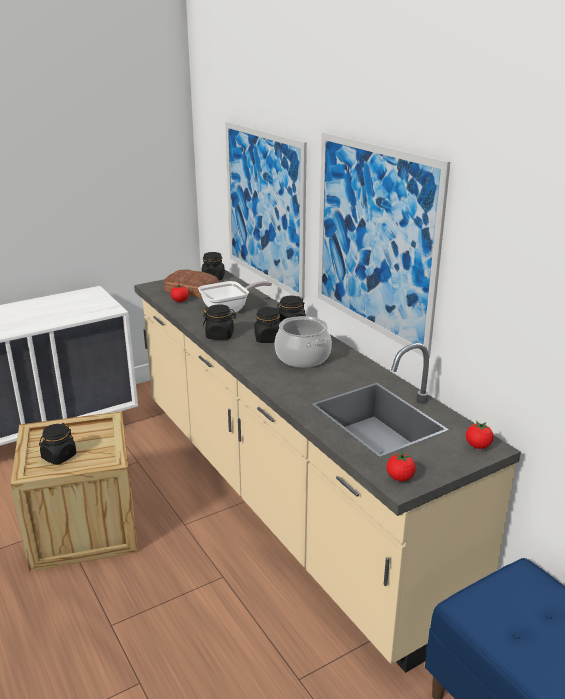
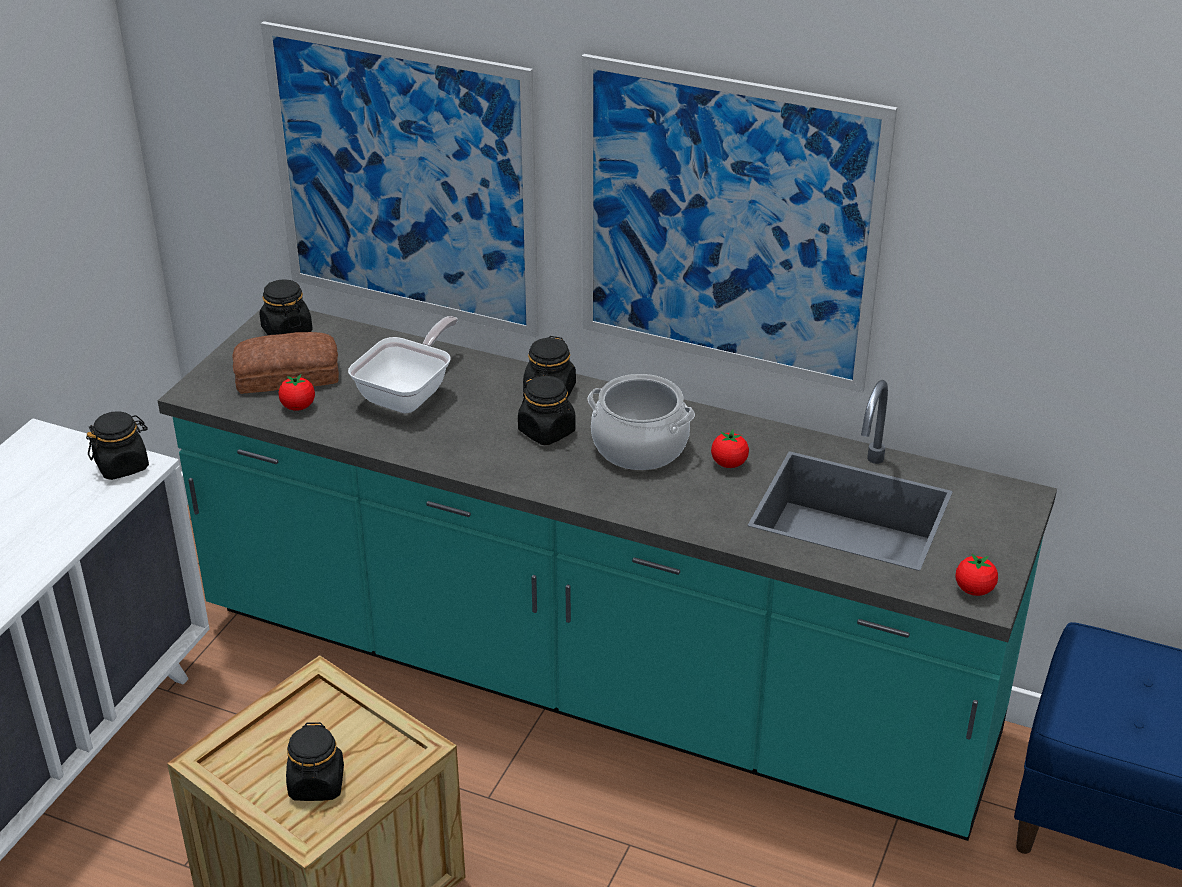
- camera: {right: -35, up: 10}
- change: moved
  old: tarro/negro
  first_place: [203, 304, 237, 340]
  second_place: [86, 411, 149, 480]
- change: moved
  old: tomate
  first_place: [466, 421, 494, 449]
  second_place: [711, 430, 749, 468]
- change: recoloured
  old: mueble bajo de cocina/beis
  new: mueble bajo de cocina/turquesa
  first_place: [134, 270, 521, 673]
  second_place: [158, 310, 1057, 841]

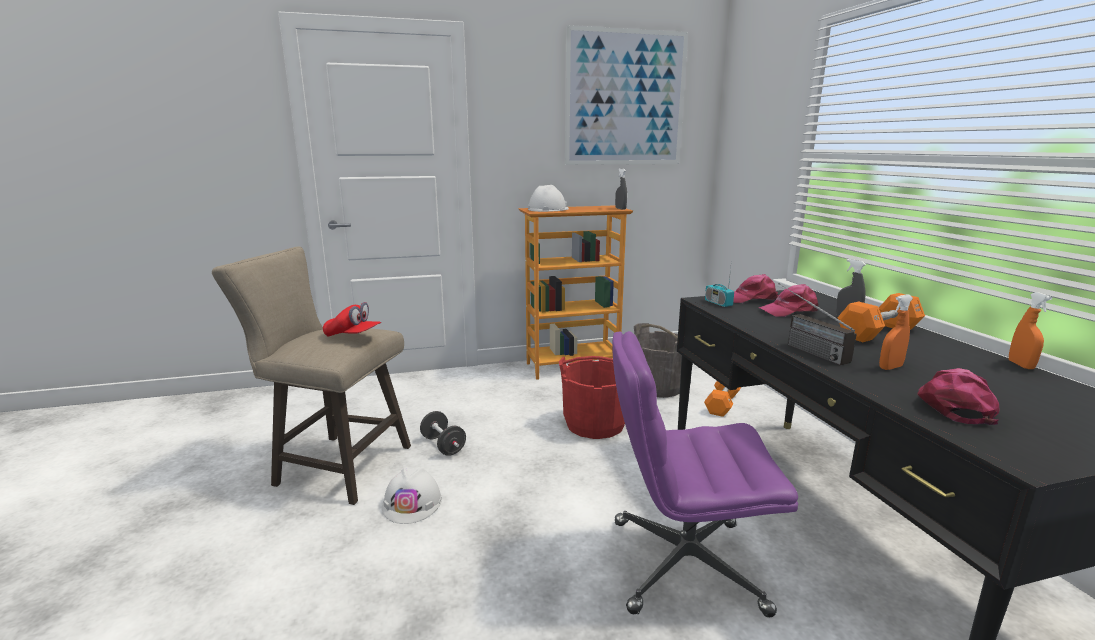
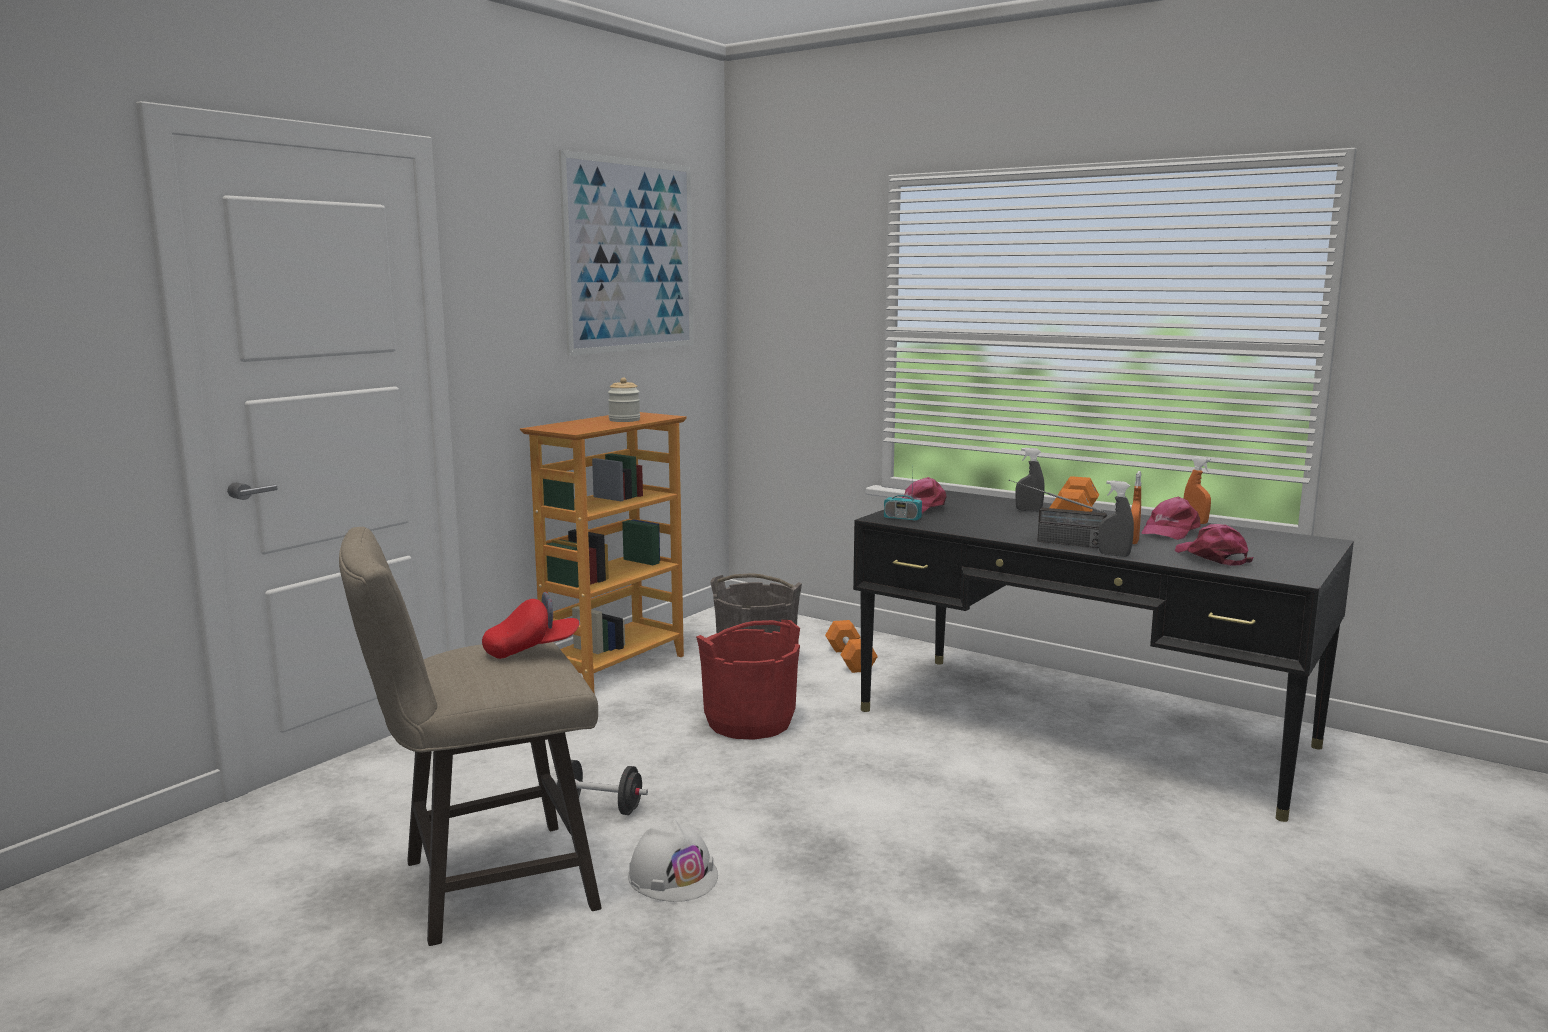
- camera: {right: -40, up: -5}
- change: removed
  old: casco/blanco
  first_place: [528, 185, 569, 212]
- change: removed
  old: silla de oficina/morado
  first_place: [612, 331, 798, 617]
- change: added
  new: tarro
  second_place: [608, 378, 640, 422]
- change: moved
  old: pulverizador/gris
  first_place: [615, 168, 627, 210]
  second_place: [1098, 480, 1134, 557]
- change: moved
  old: gorra/rosa
  first_place: [759, 284, 818, 317]
  second_place: [1141, 497, 1201, 540]

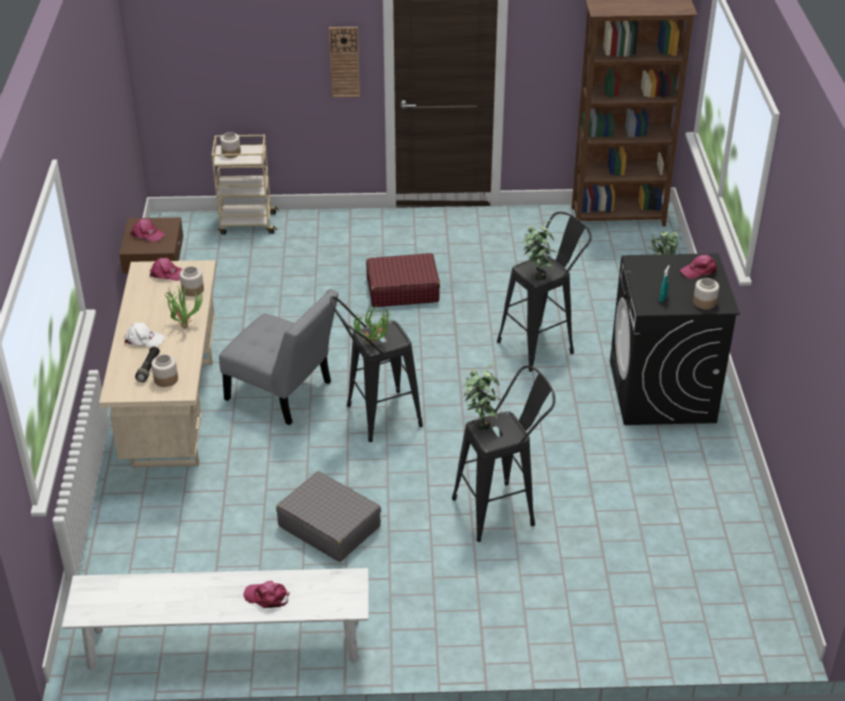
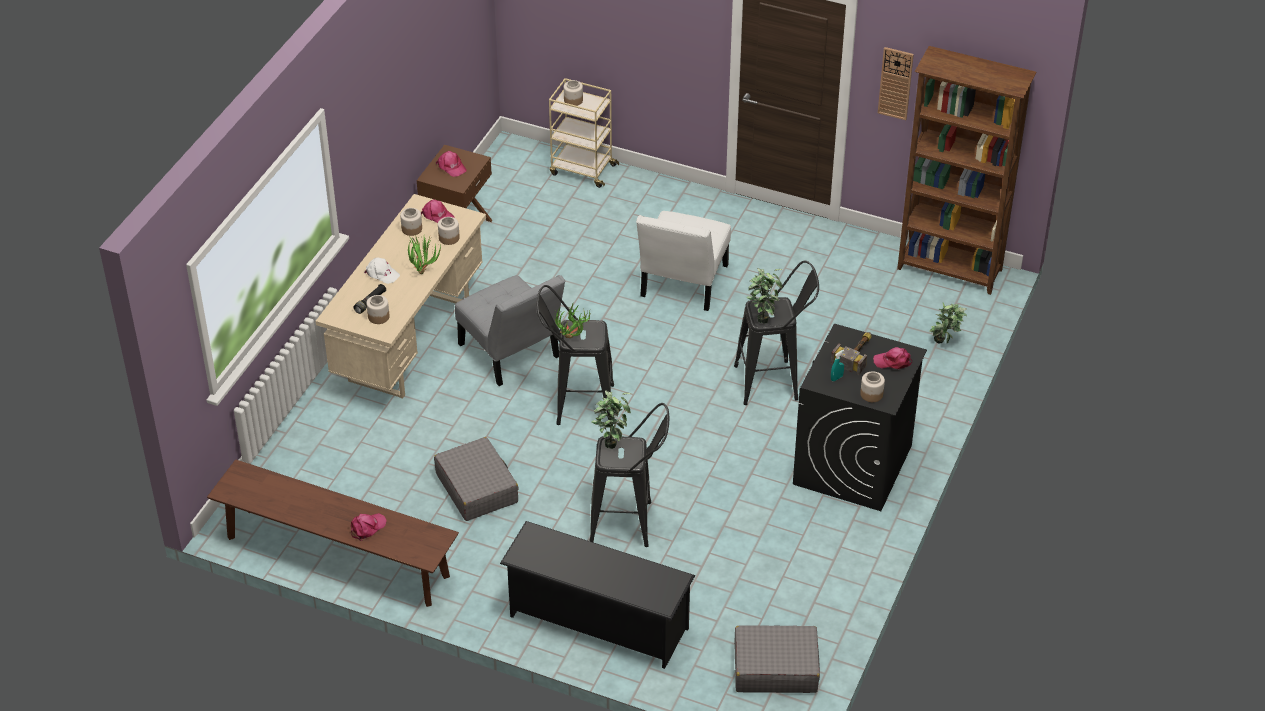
- camera: {right: 25, up: 5}
- change: added
  new: tarro
  second_place: [400, 208, 422, 236]
- change: added
  new: zapatero/negro
  second_place: [500, 521, 695, 669]
- change: added
  new: maleta/gris
  second_place: [734, 625, 820, 693]
- change: added
  new: martillo
  second_place: [831, 332, 872, 375]
- change: moved
  old: reloj de pared
  first_place: [329, 27, 360, 98]
  second_place: [878, 47, 914, 120]
- change: replaced
  old: maleta/rojo
  new: silla/blanco
  first_place: [366, 253, 440, 307]
  second_place: [636, 211, 731, 311]
- change: recoloured
  old: banco/blanco
  new: banco/marrón
  first_place: [62, 568, 369, 671]
  second_place: [207, 459, 459, 607]
- change: turned
  old: gorra/rosa
  first_place: [243, 581, 289, 608]
  second_place: [351, 513, 387, 541]
  degrees: 90

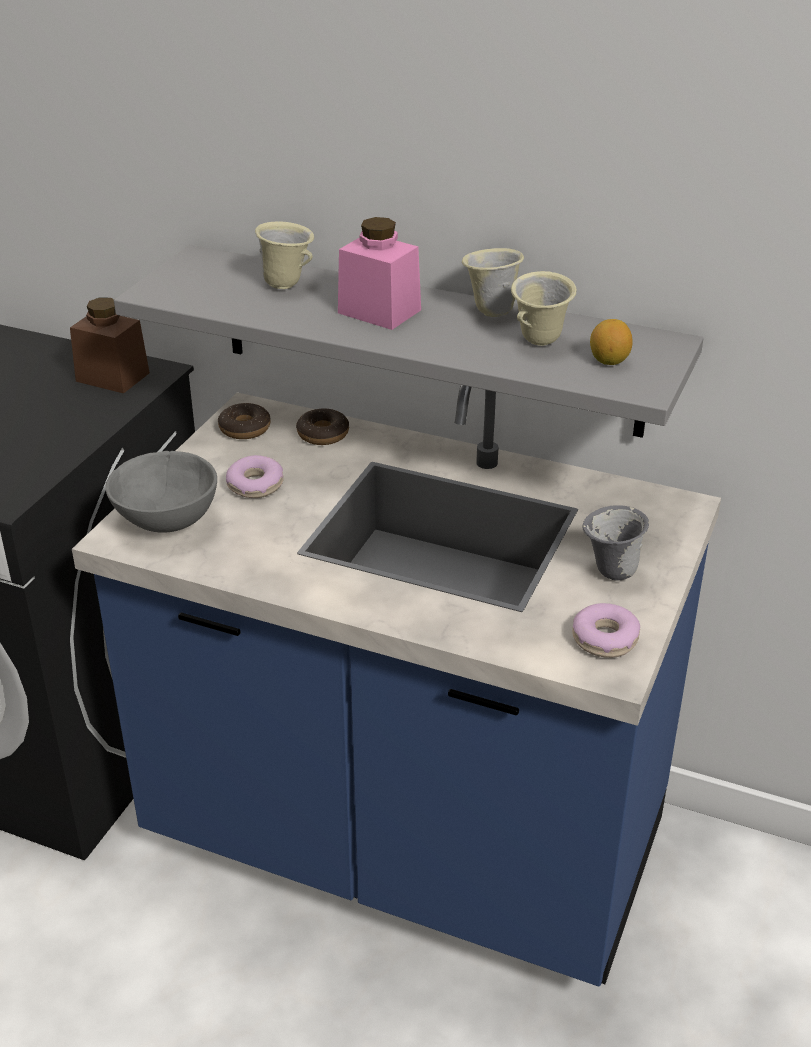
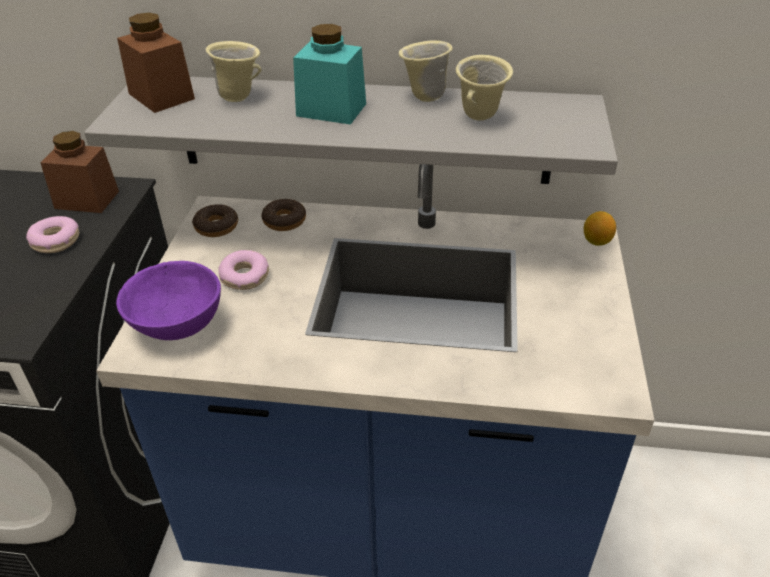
- camera: {right: -15, up: 5}
- change: removed
  old: taza grande/gris
  first_place: [583, 505, 649, 581]
- change: added
  new: tarro/marrón
  second_place: [117, 13, 195, 113]
- change: moved
  old: rosquilla
  first_place: [572, 603, 640, 658]
  second_place: [26, 216, 79, 253]
- change: moved
  old: limón
  first_place: [590, 319, 633, 365]
  second_place: [584, 211, 616, 246]
- change: recoloured
  old: cuenco/gris
  new: cuenco/morado
  first_place: [105, 451, 217, 533]
  second_place: [116, 261, 221, 340]
- change: recoloured
  old: tarro/rosa
  new: tarro/turquesa
  first_place: [338, 217, 421, 330]
  second_place: [293, 24, 366, 125]

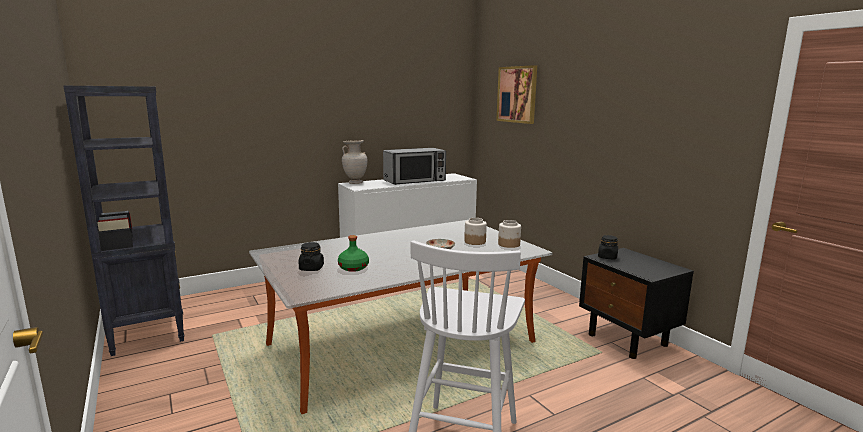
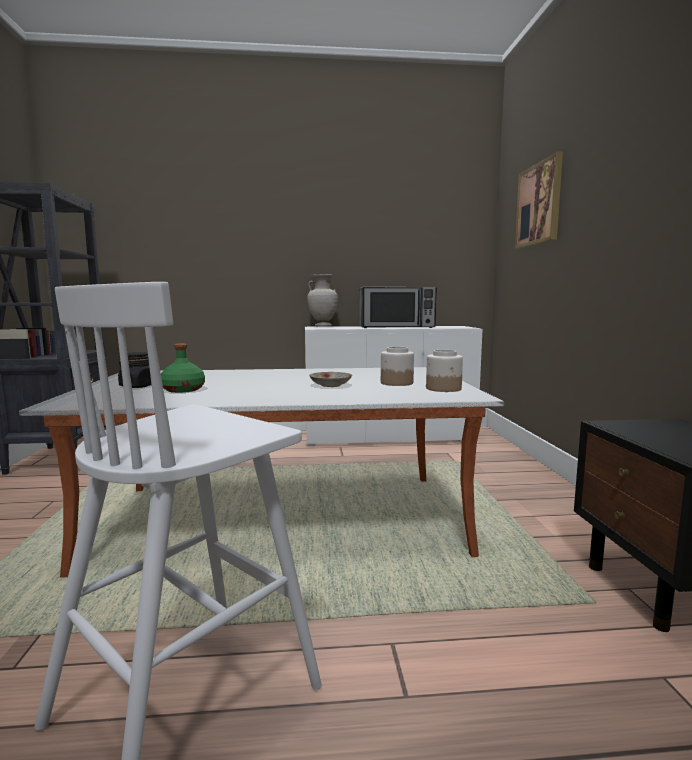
- camera: {right: 25, up: -5}
- change: removed
  old: tarro/negro
  first_place: [598, 235, 618, 259]

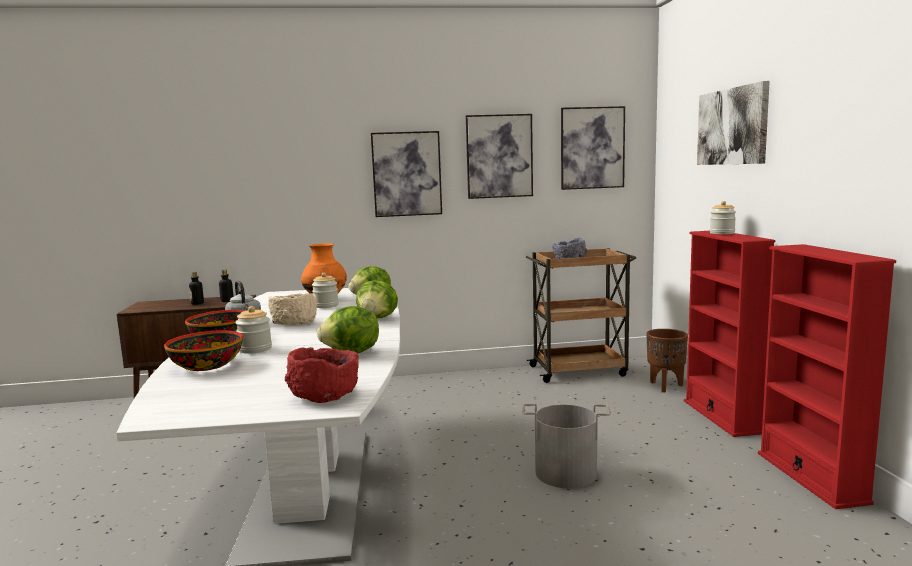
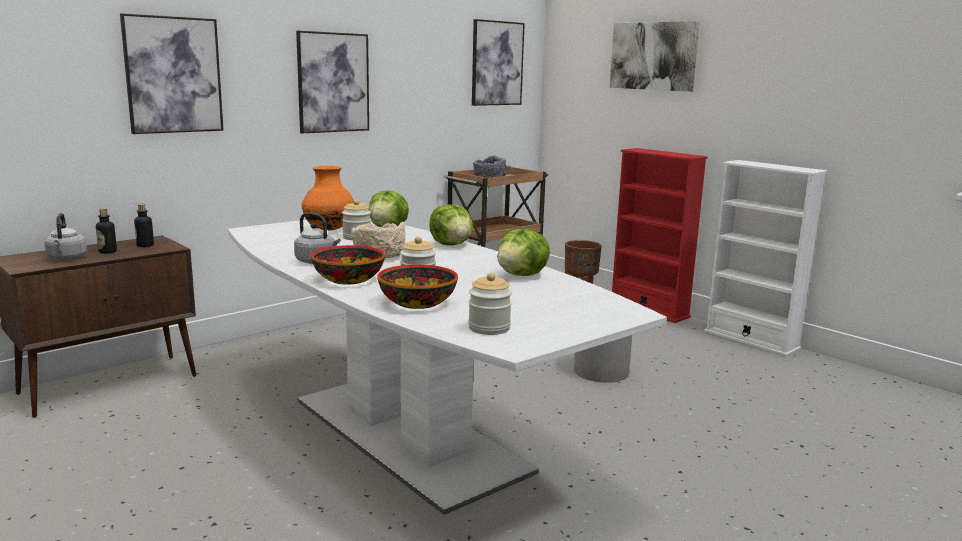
- camera: {right: -35, up: 5}
- change: removed
  old: cuenco/rojo
  first_place: [285, 347, 359, 403]
- change: added
  new: hervidor/gris
  second_place: [44, 213, 87, 260]
- change: moved
  old: cuadro
  first_place: [466, 114, 533, 199]
  second_place: [120, 13, 224, 134]
- change: moved
  old: tarro
  first_place: [710, 201, 736, 234]
  second_place: [468, 273, 512, 335]
- change: recoloured
  old: estantería/rojo
  new: estantería/blanco
  first_place: [758, 244, 896, 509]
  second_place: [704, 160, 827, 357]

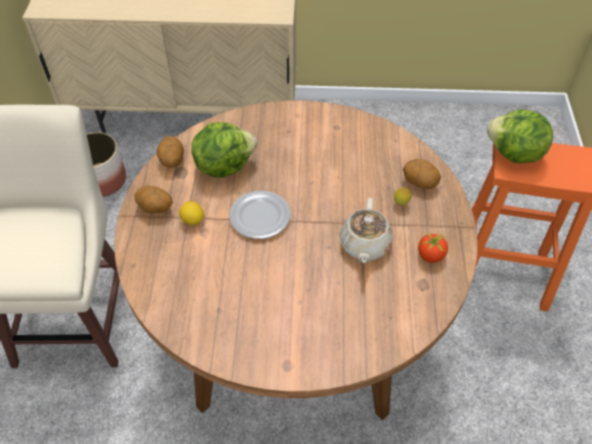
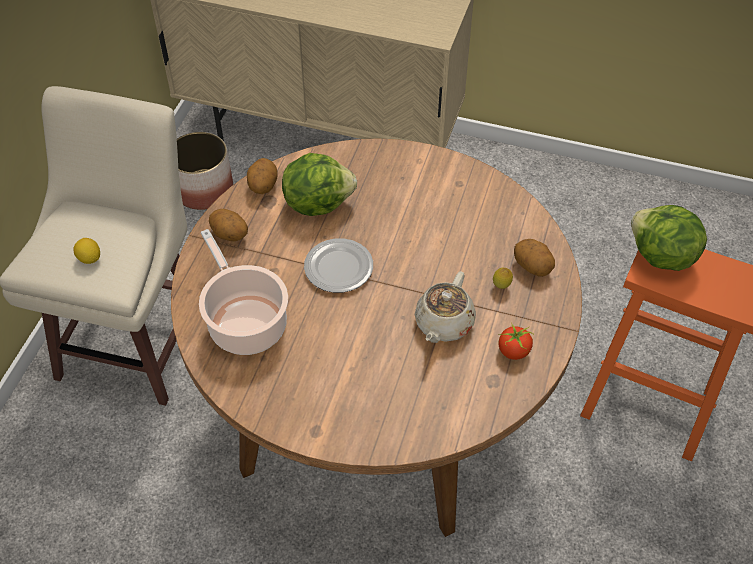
- camera: {right: 15, up: 0}
- change: added
  new: olla
  second_place: [199, 229, 288, 355]
- change: moved
  old: limón
  first_place: [179, 201, 204, 225]
  second_place: [73, 238, 100, 264]

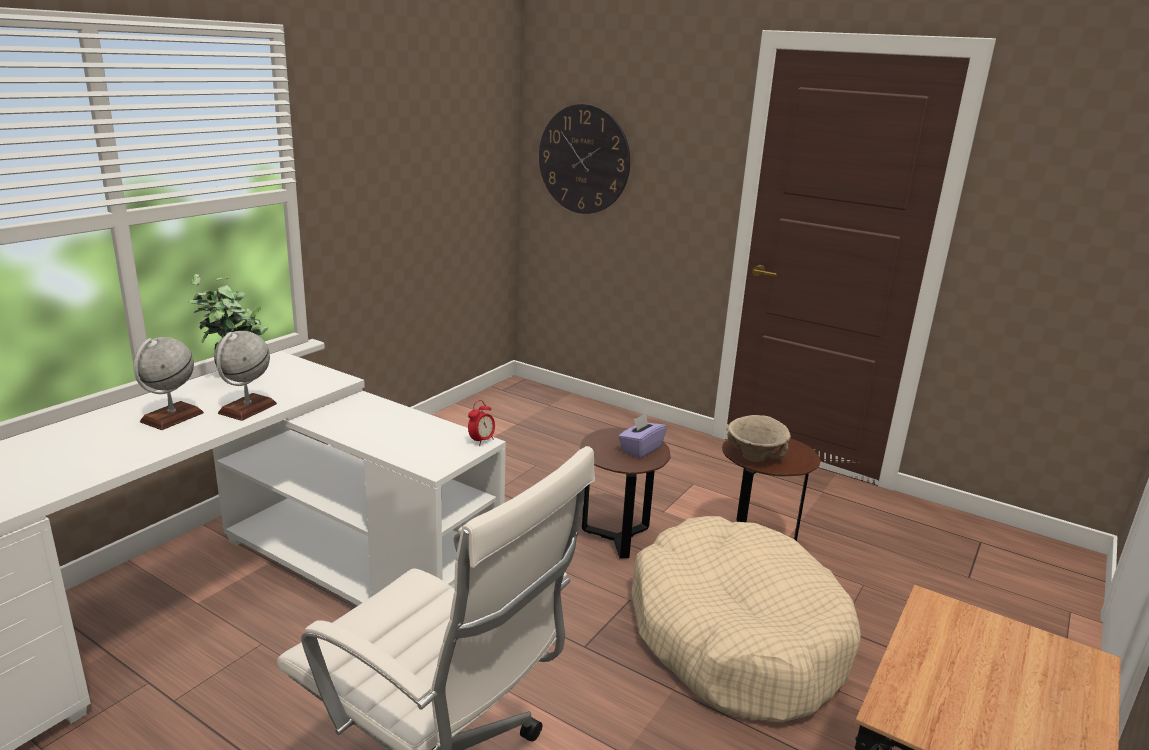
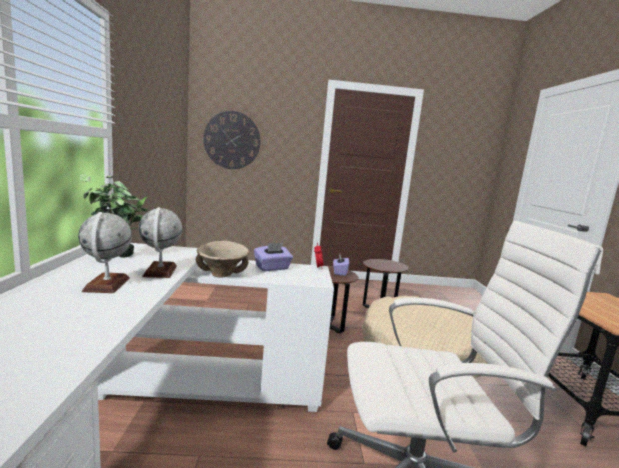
- camera: {right: -35, up: -10}
- change: added
  new: caja de pañuelos/morado
  second_place: [254, 243, 293, 271]
- change: moved
  old: cuenco/beis
  first_place: [728, 415, 791, 462]
  second_place: [196, 241, 249, 278]

